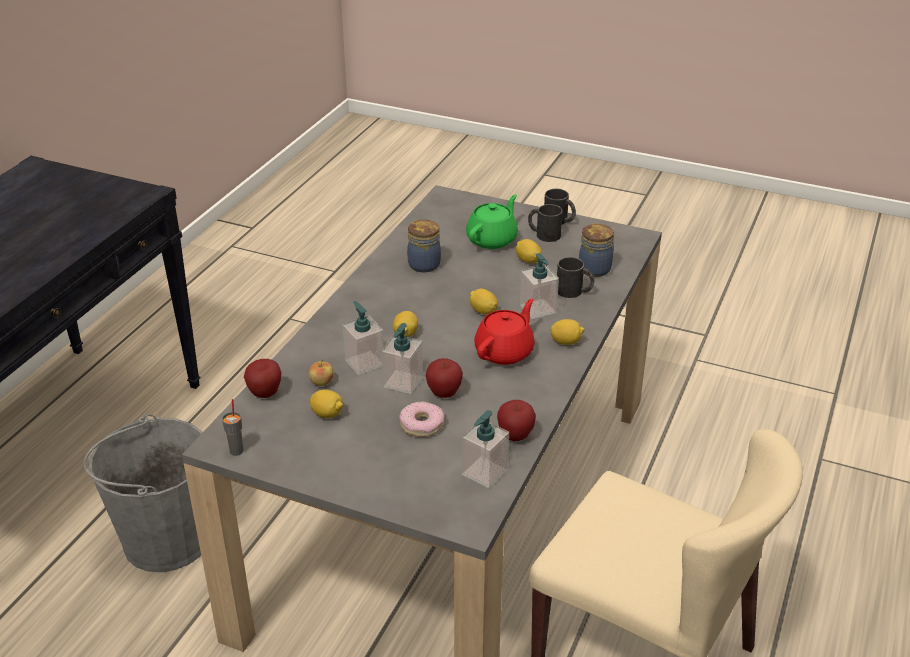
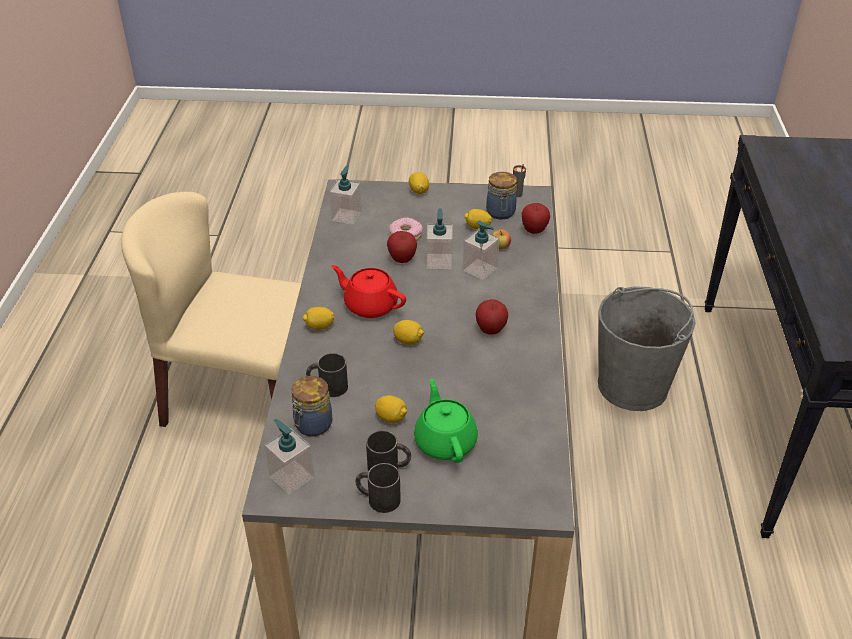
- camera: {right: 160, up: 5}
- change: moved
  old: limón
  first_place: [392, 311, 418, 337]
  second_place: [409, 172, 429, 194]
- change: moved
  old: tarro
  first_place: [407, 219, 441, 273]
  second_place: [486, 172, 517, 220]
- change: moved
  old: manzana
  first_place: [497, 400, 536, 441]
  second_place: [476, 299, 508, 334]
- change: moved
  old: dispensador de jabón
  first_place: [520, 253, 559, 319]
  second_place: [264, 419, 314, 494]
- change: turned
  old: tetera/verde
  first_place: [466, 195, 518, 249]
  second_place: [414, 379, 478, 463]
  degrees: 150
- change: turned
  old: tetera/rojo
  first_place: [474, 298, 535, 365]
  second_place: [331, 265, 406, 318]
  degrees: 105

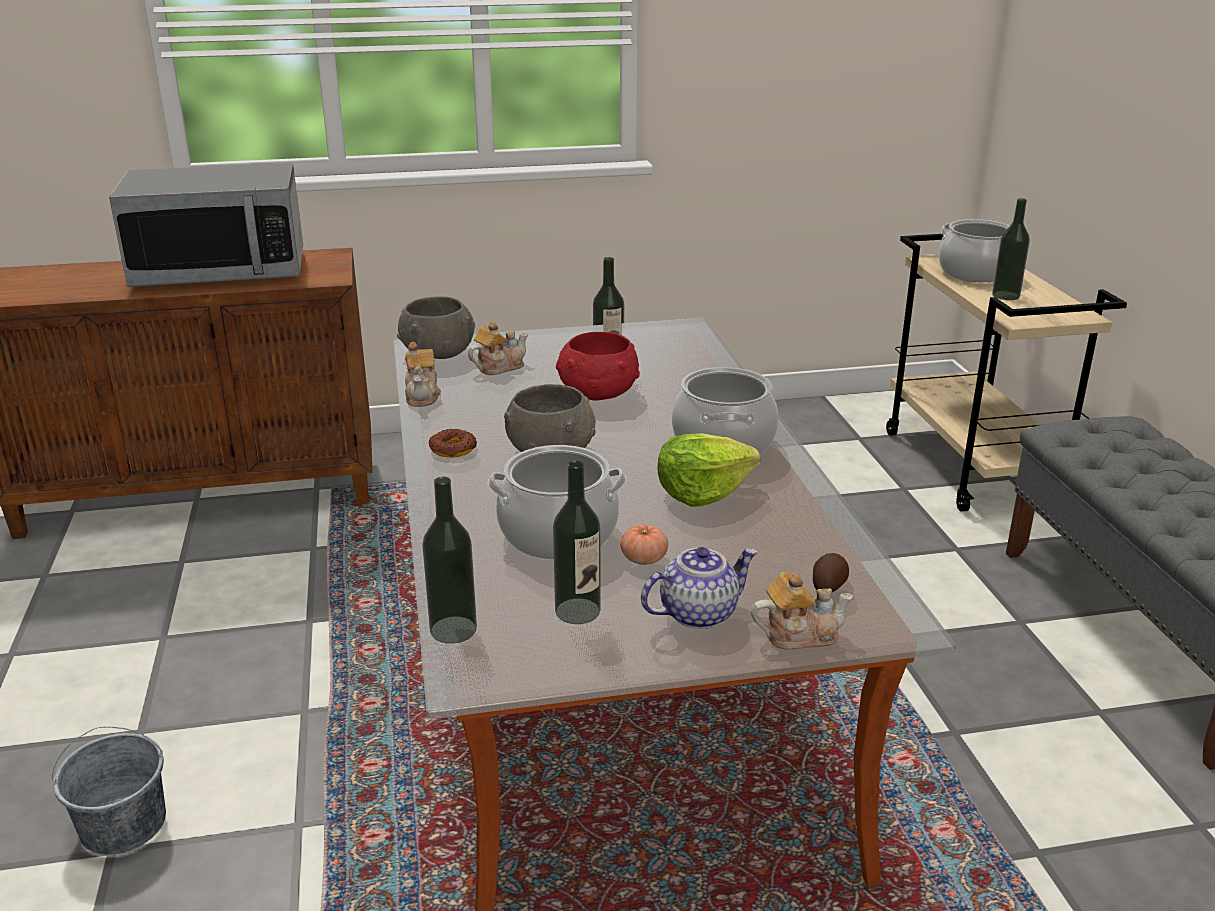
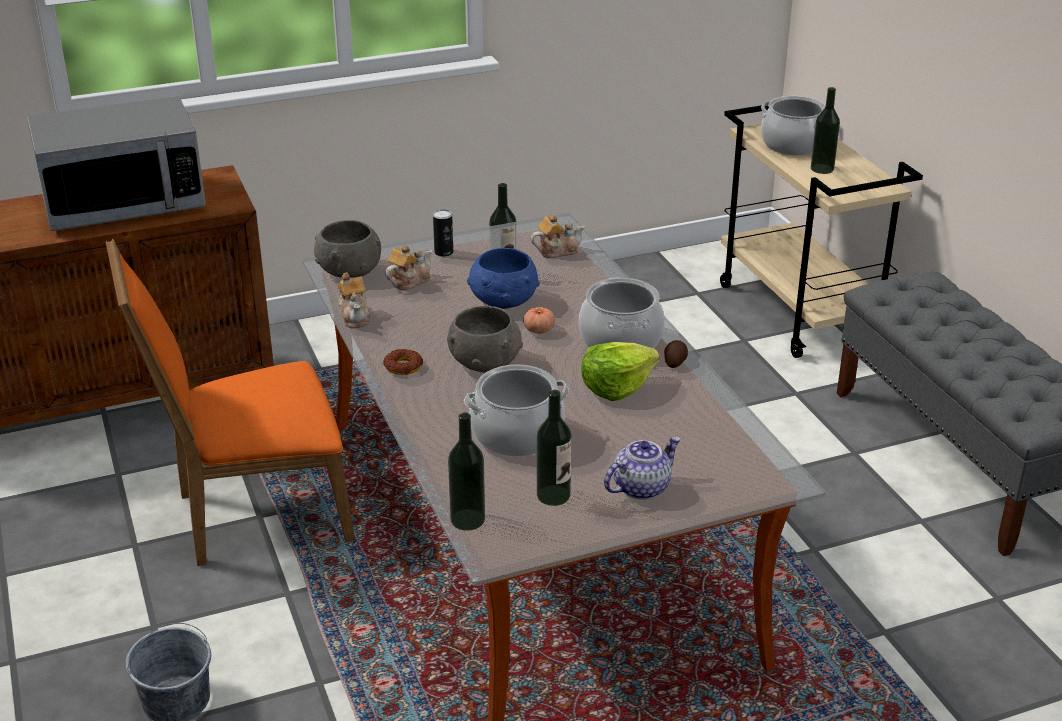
- camera: {right: -10, up: 5}
- change: added
  new: silla/naranja
  second_place: [106, 239, 355, 566]
- change: added
  new: lata
  second_place: [433, 210, 453, 257]
- change: moved
  old: tomate
  first_place: [620, 525, 668, 565]
  second_place: [523, 307, 555, 334]
- change: moved
  old: tetera
  first_place: [751, 572, 854, 650]
  second_place: [531, 215, 585, 258]
- change: moved
  old: patata
  first_place: [813, 553, 849, 592]
  second_place: [664, 340, 688, 368]
- change: recoloured
  old: cuenco/rojo
  new: cuenco/azul
  first_place: [556, 332, 640, 400]
  second_place: [467, 248, 540, 309]

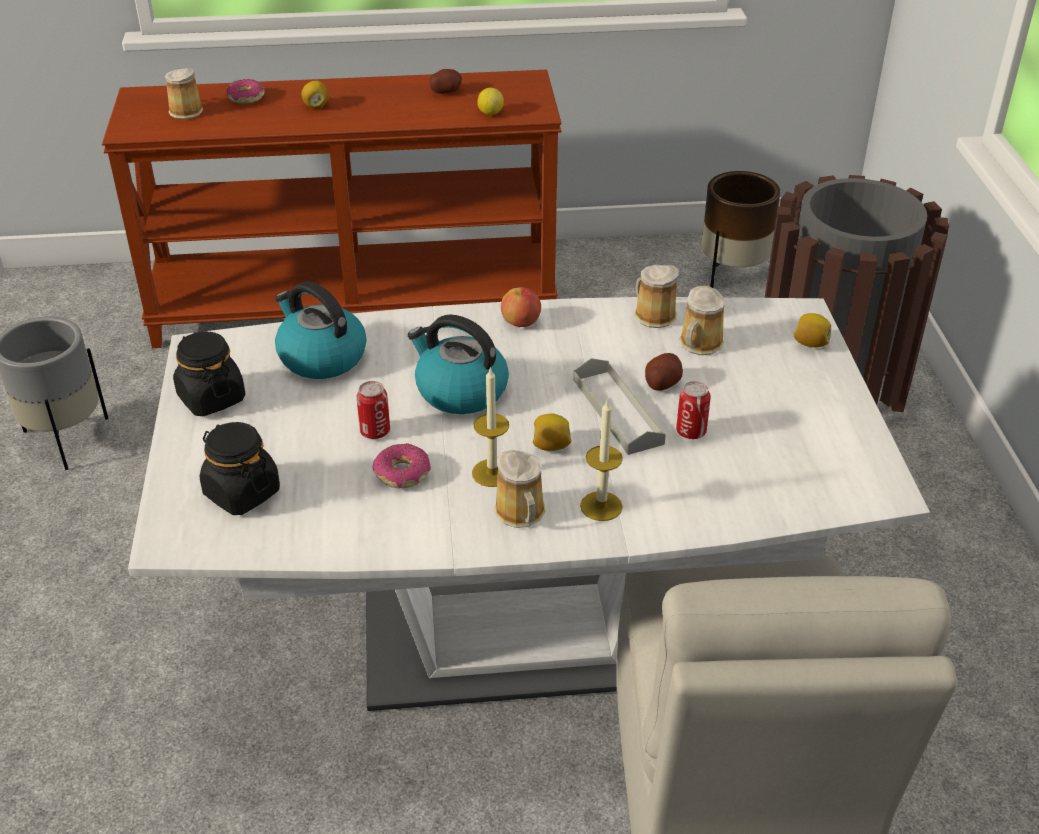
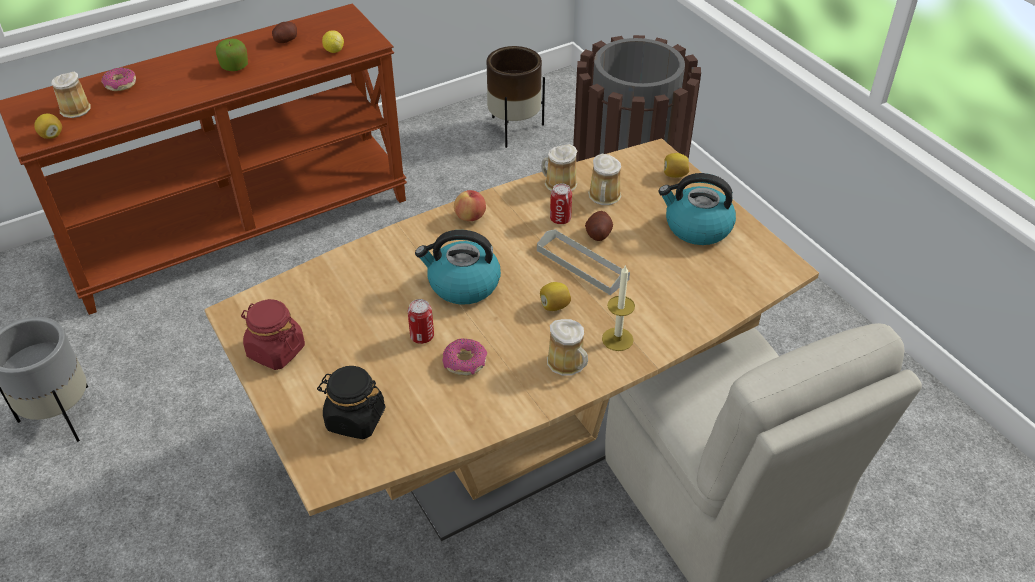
- camera: {right: -25, up: 5}
- change: removed
  old: vela
  first_place: [472, 367, 509, 487]
- change: added
  new: manzana
  second_place: [216, 39, 248, 71]
- change: moved
  old: hervidor
  first_place: [275, 281, 367, 379]
  second_place: [658, 173, 736, 245]
- change: moved
  old: limón
  first_place: [301, 81, 329, 108]
  second_place: [34, 113, 62, 139]
- change: moved
  old: lata
  first_place: [676, 381, 711, 439]
  second_place: [550, 183, 572, 224]
- change: recoloured
  old: mesa de comedor/blanco
  new: mesa de comedor/marrón
  first_place: [128, 297, 930, 711]
  second_place: [204, 138, 819, 541]
- change: recoloured
  old: tarro/negro
  new: tarro/rojo
  first_place: [173, 331, 246, 416]
  second_place: [241, 299, 305, 370]

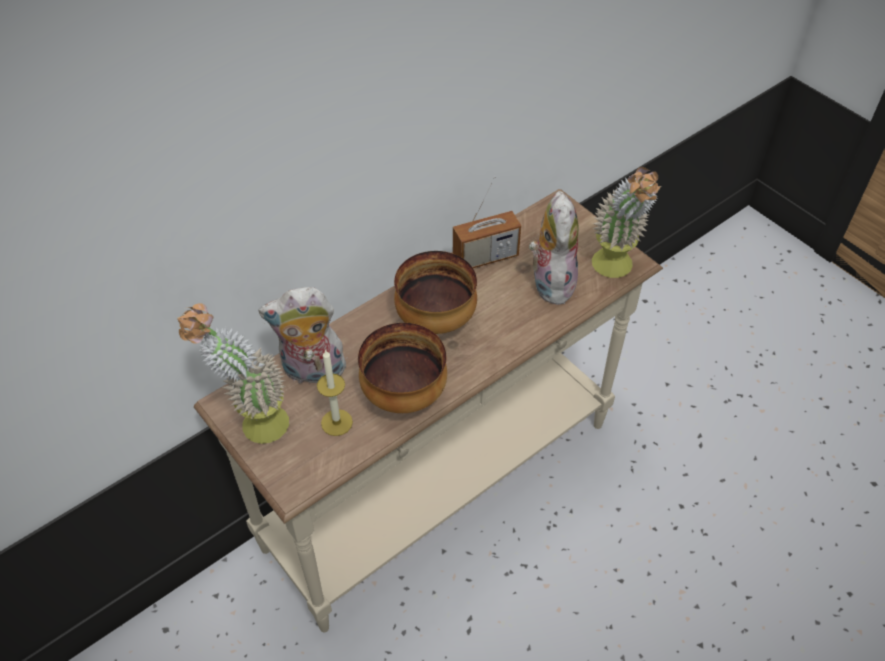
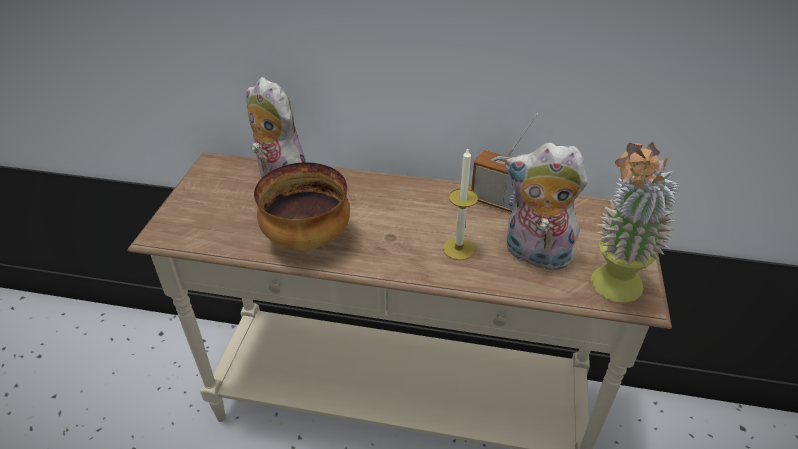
- camera: {right: 50, up: -10}
- change: removed
  old: planta en maceta
  first_place: [177, 303, 289, 444]
- change: removed
  old: cuenco
  first_place: [394, 251, 477, 334]
- change: moved
  old: vela
  first_place: [317, 349, 353, 436]
  second_place: [443, 147, 478, 260]
- change: turned
  old: peluche
  first_place: [529, 191, 578, 305]
  second_place: [505, 143, 588, 273]
  degrees: -120

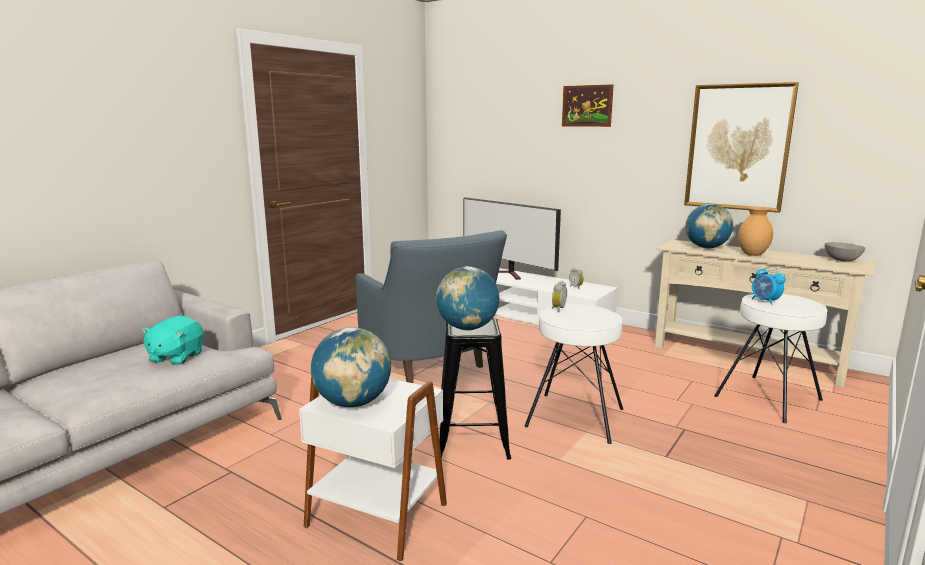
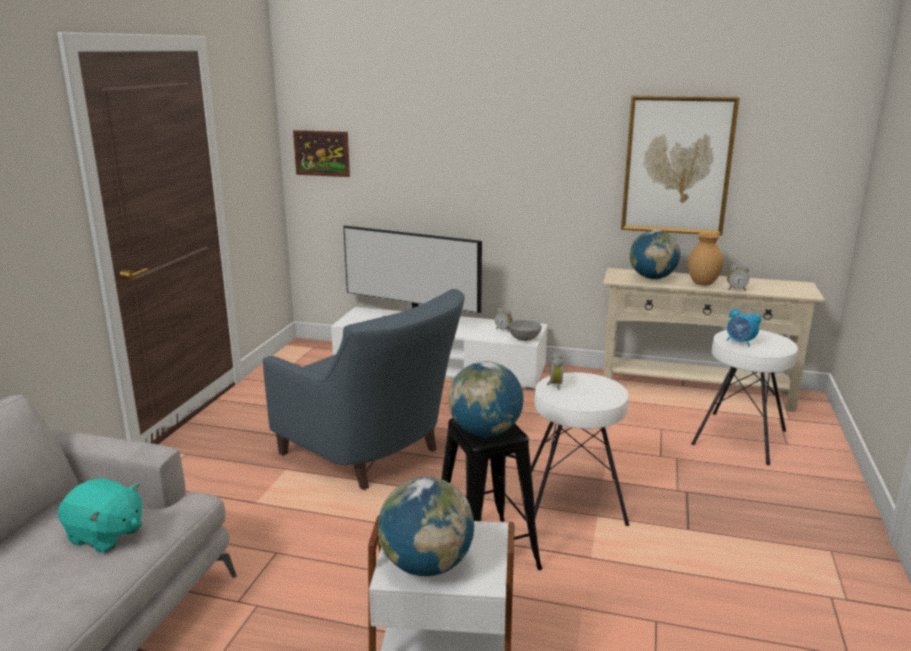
- camera: {right: -20, up: 5}
- change: added
  new: despertador
  second_place: [727, 265, 749, 291]
- change: moved
  old: cuadro
  first_place: [562, 84, 613, 127]
  second_place: [293, 130, 350, 177]
- change: moved
  old: cuenco/gris
  first_place: [825, 242, 865, 261]
  second_place: [508, 320, 542, 341]
- change: turned
  old: peluche/turquesa
  first_place: [141, 315, 204, 365]
  second_place: [58, 478, 142, 553]
  degrees: -60

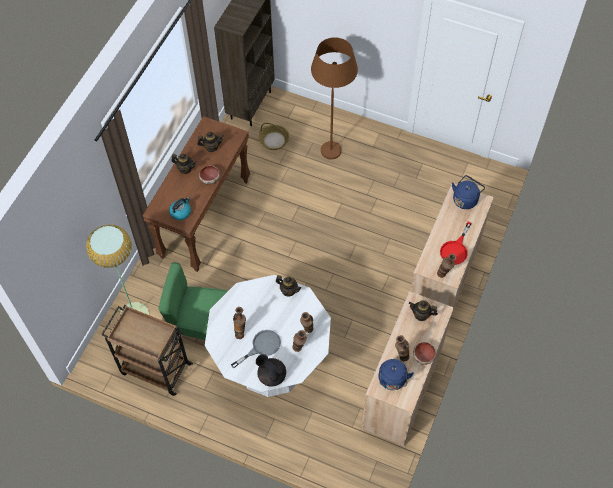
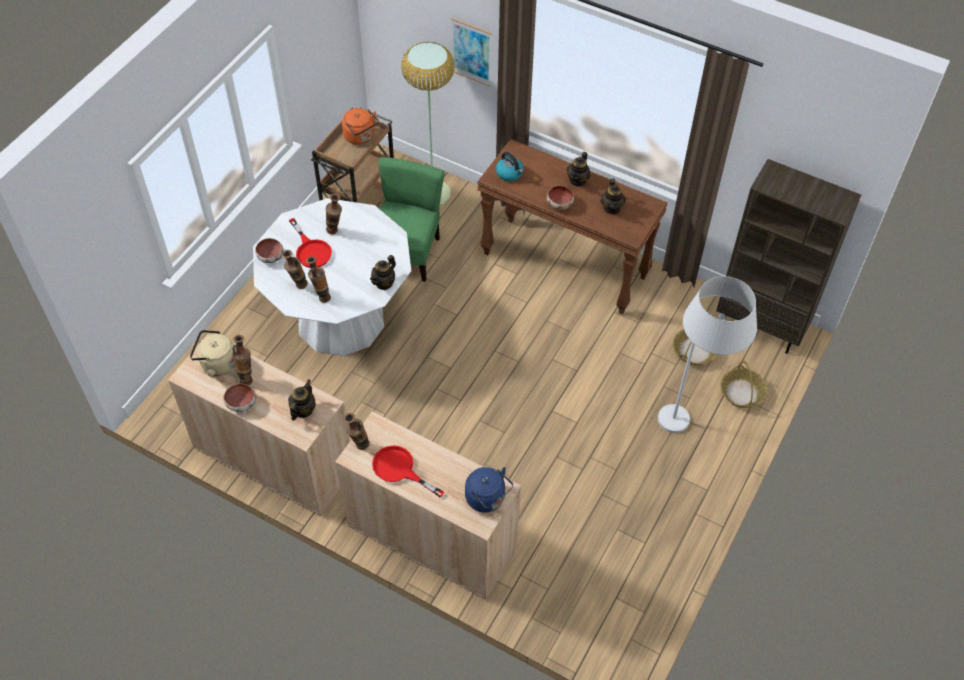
- camera: {right: 95, up: -5}
- change: added
  new: hervidor/naranja
  second_place: [342, 108, 379, 145]
- change: added
  new: cuadro
  second_place: [451, 18, 492, 86]
- change: added
  new: cesta
  second_place: [720, 361, 767, 408]
- change: replaced
  old: tetera/negro
  new: cuenco
  first_place: [256, 354, 286, 387]
  second_place: [255, 238, 284, 263]
- change: recoloured
  old: sartén/gris
  new: sartén/rojo
  first_place: [231, 330, 281, 368]
  second_place: [289, 218, 332, 268]
- change: recoloured
  old: lámpara de pie/marrón
  new: lámpara de pie/blanco
  first_place: [311, 37, 358, 159]
  second_place: [658, 276, 757, 433]
- change: recoloured
  old: hervidor/azul
  new: hervidor/beis
  first_place: [378, 359, 414, 390]
  second_place: [190, 330, 236, 376]

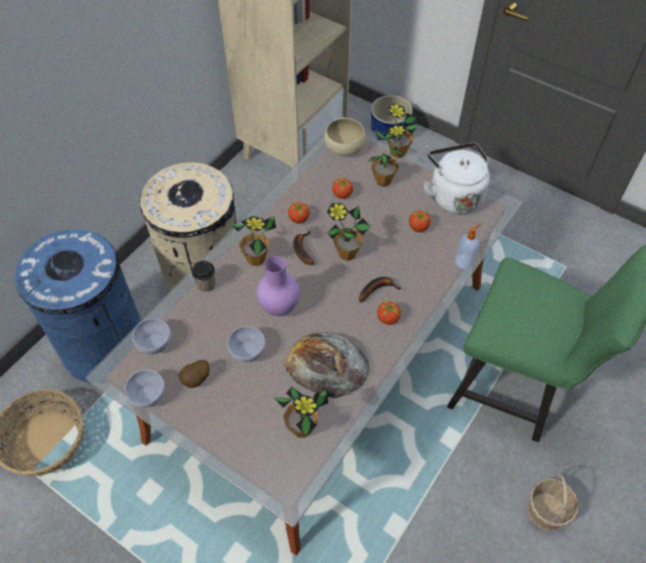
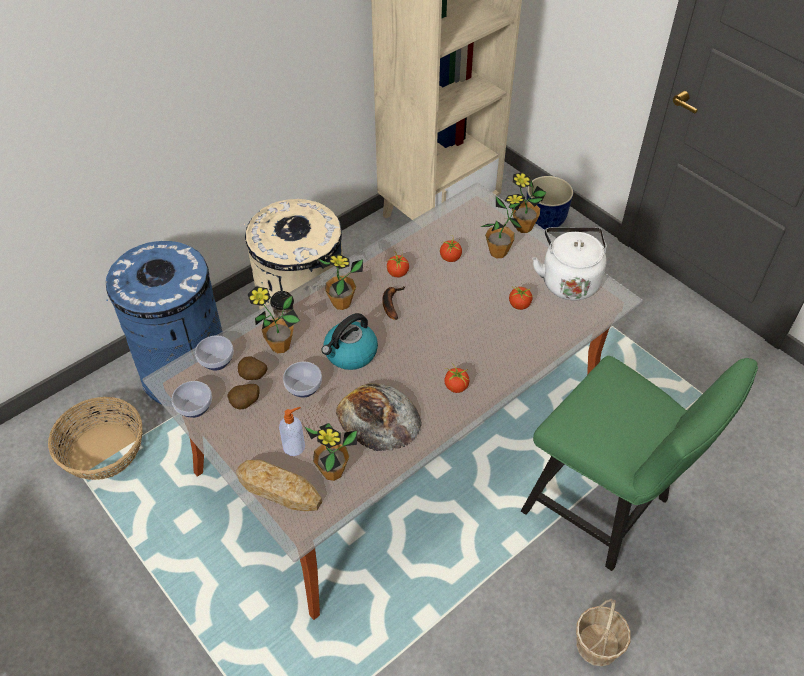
- camera: {right: 15, up: -5}
- change: removed
  old: cuenco/beis
  first_place: [324, 118, 366, 156]
- change: removed
  old: plátano
  first_place: [359, 277, 400, 303]
- change: added
  new: pan
  second_place: [236, 459, 322, 511]
- change: added
  new: patata
  second_place: [238, 356, 267, 380]
- change: moved
  old: planta en maceta
  first_place: [327, 203, 371, 261]
  second_place: [248, 286, 300, 353]
- change: moved
  old: dispensador de jabón
  first_place: [455, 223, 481, 269]
  second_place: [279, 407, 305, 456]
- change: replaced
  old: florero/morado
  new: hervidor
  first_place: [257, 256, 300, 316]
  second_place: [321, 313, 378, 370]

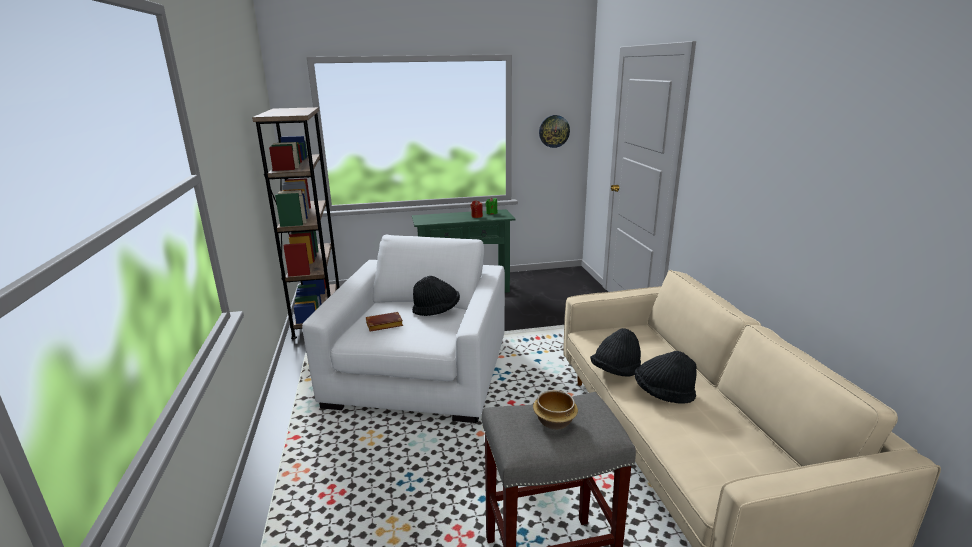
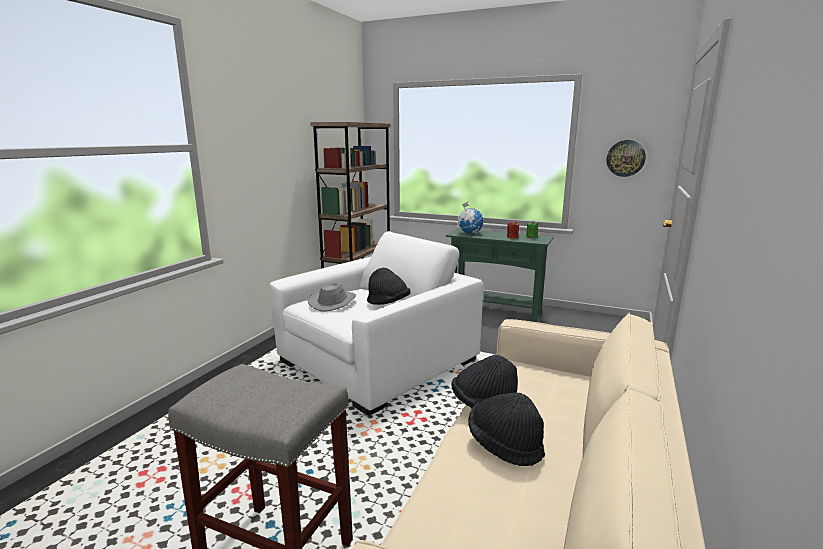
- camera: {right: 35, up: -5}
- change: removed
  old: cuenco
  first_place: [533, 390, 578, 430]
- change: added
  new: globo terráqueo
  second_place: [457, 202, 484, 234]
- change: replaced
  old: libro/marrón
  new: sombrero/gris
  first_place: [366, 312, 403, 332]
  second_place: [308, 283, 356, 312]

